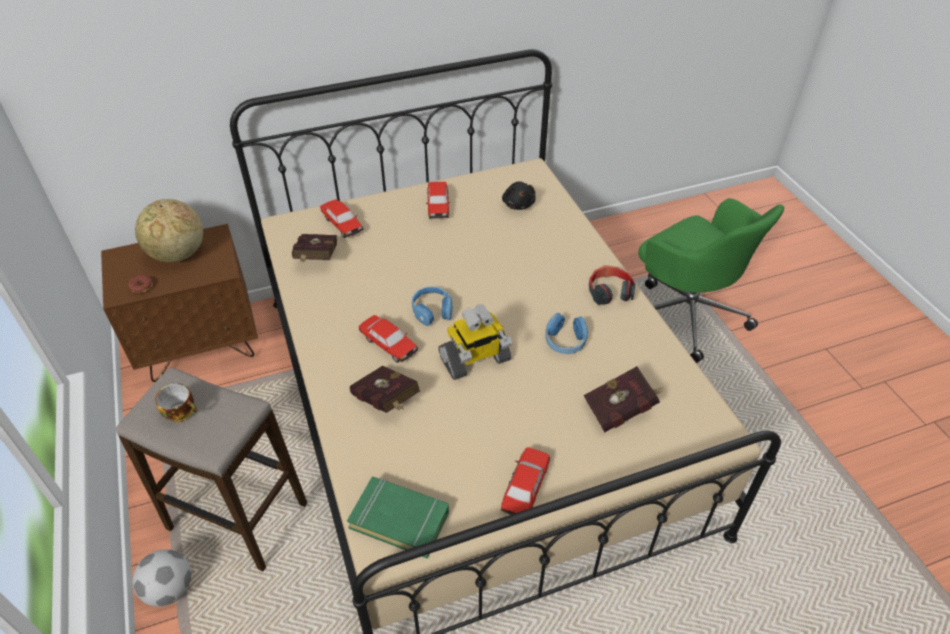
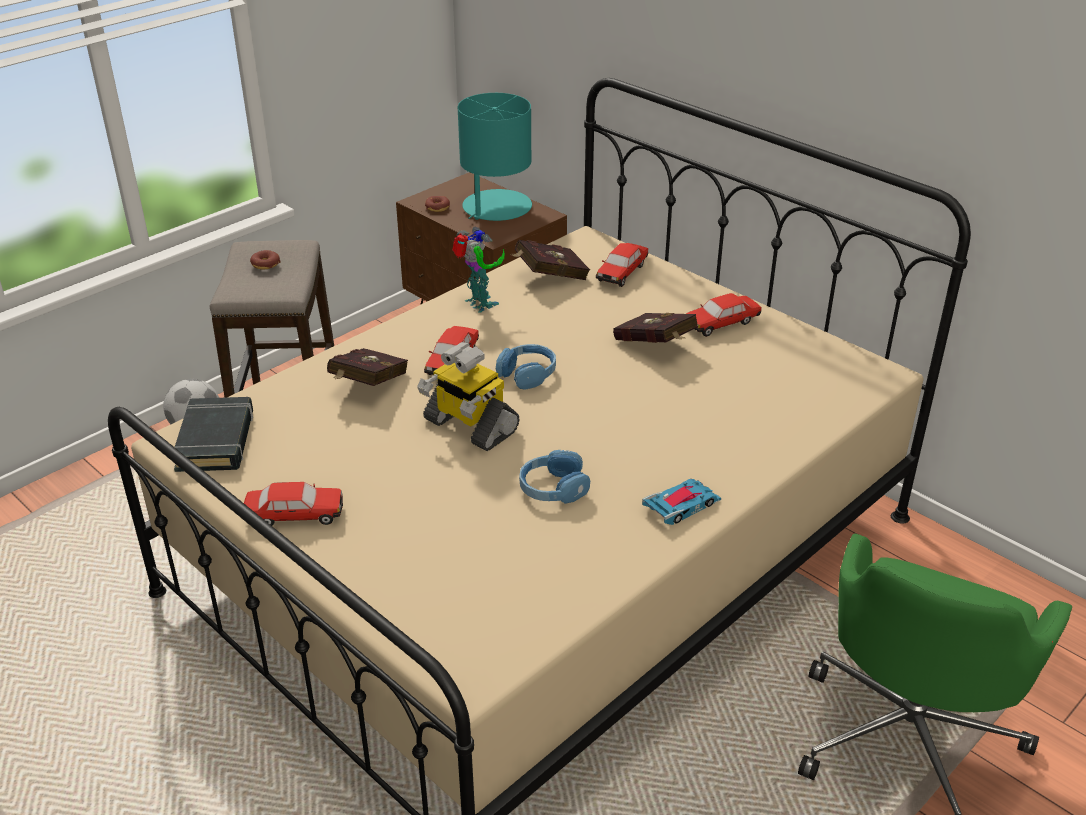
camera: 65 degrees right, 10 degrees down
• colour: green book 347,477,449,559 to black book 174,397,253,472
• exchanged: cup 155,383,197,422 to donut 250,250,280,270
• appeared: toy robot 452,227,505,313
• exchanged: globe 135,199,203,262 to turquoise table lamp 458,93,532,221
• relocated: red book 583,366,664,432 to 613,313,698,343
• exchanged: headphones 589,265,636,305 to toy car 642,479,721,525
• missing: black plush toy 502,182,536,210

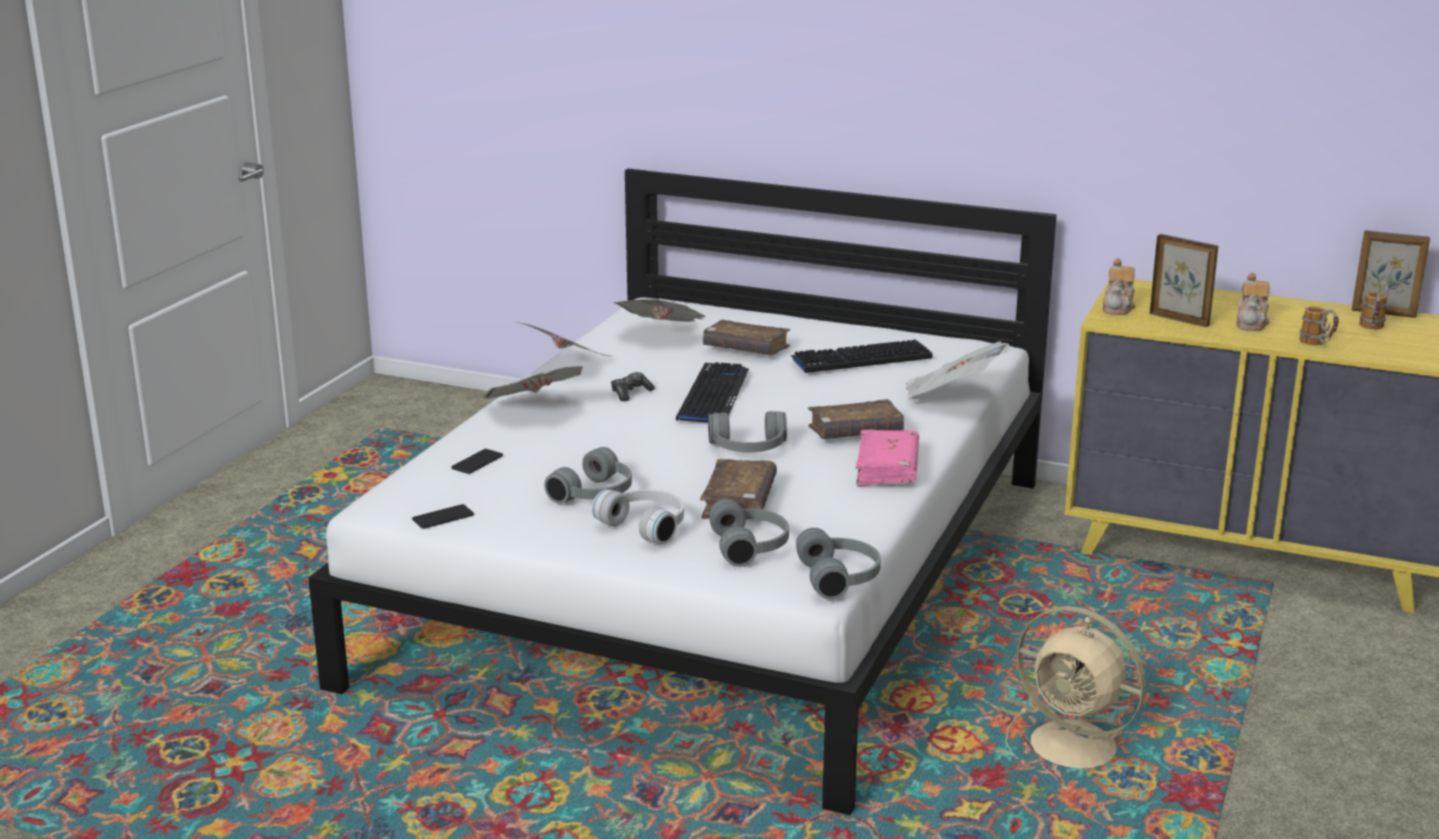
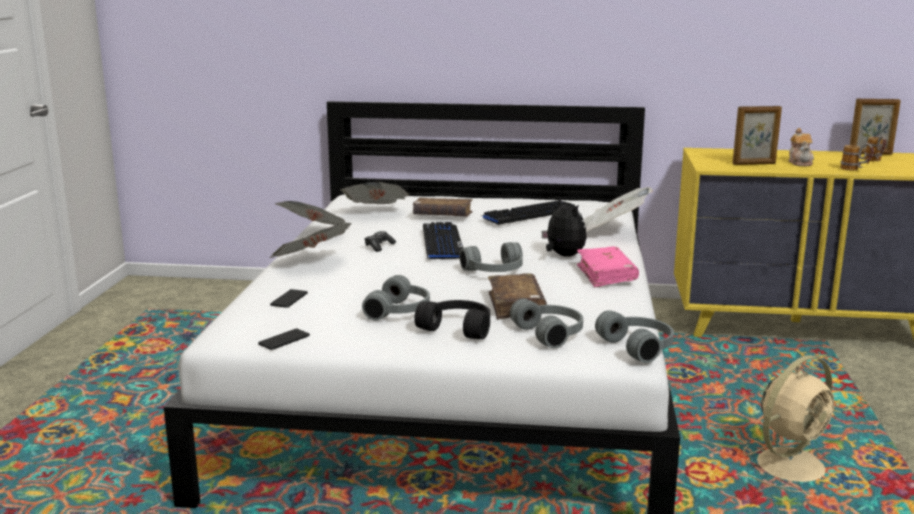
camera: 15 degrees left, 5 degrees down
• colour: white headphones 592,489,684,544 to black headphones 414,300,490,339
• exchanged: brown book 808,399,904,439 to plush toy 542,198,587,257
• spun: picture frame 1150,234,1218,327 = 732,106,782,165 150 degrees clockwise
• spun: beige fan 1005,606,1146,768 = 740,355,834,493 60 degrees counterclockwise
• missing: teapot 1102,258,1135,315

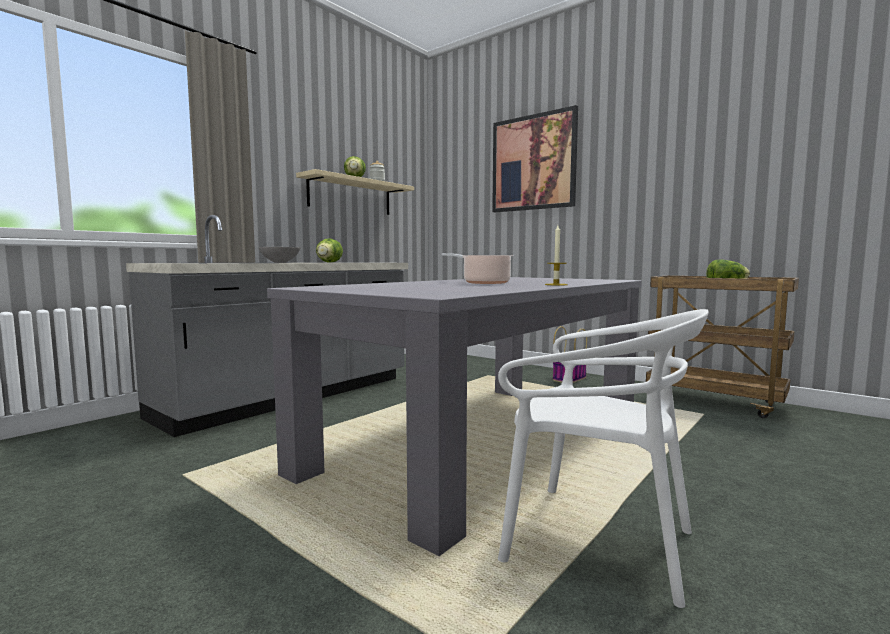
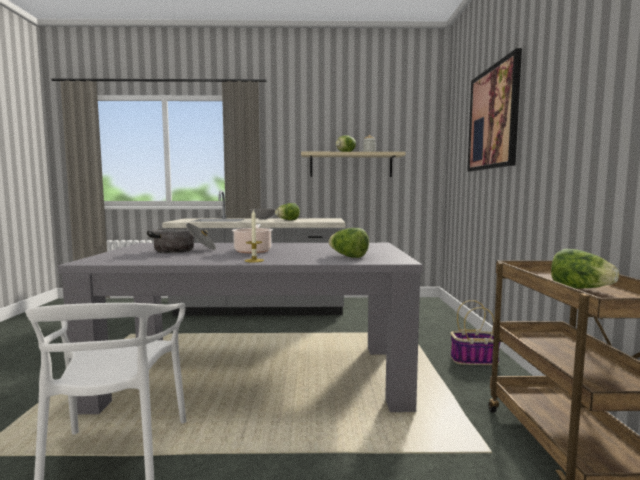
camera: 50 degrees right, 0 degrees up
• appeared: cooking pot 147,223,216,253
• appeared: lettuce 329,228,369,258

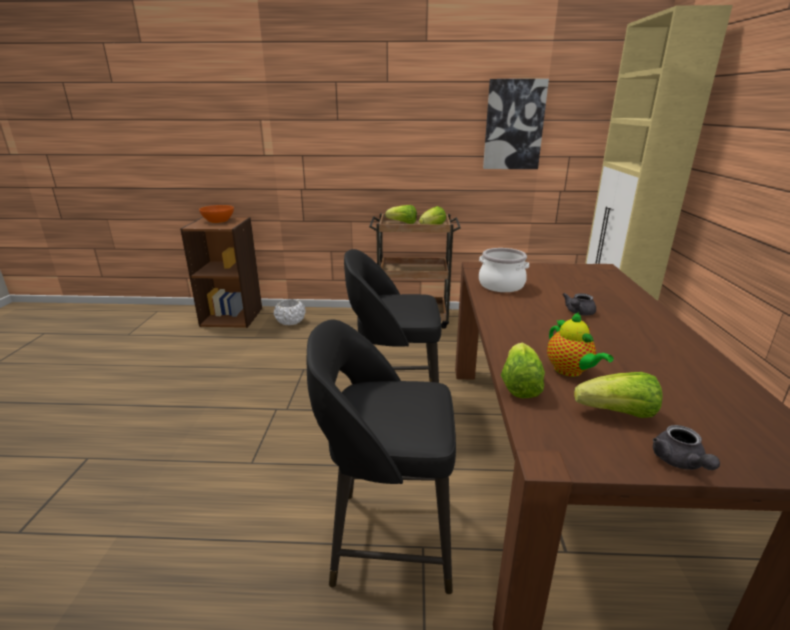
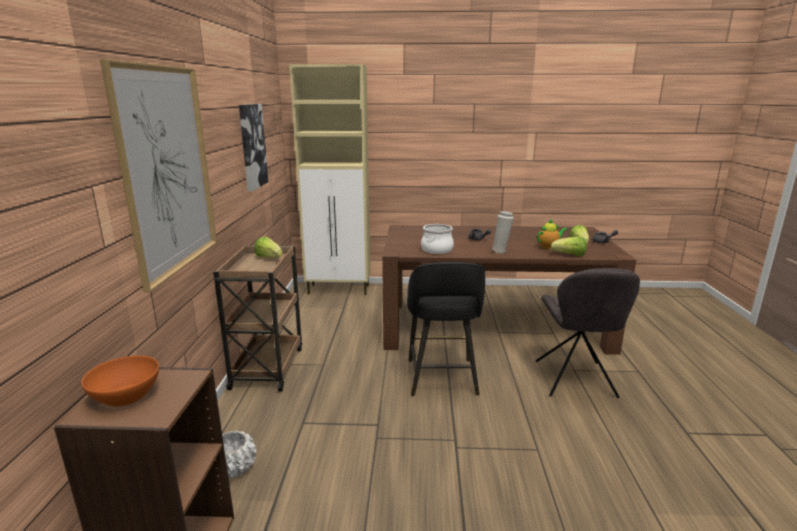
camera: 90 degrees left, 5 degrees down
• appeared: picture 100,59,217,292
• appeared: white vase 491,211,514,254
• exchanged: black stool 307,319,456,594 to grey chair 536,268,640,398
• missing: lettuce 385,205,417,224

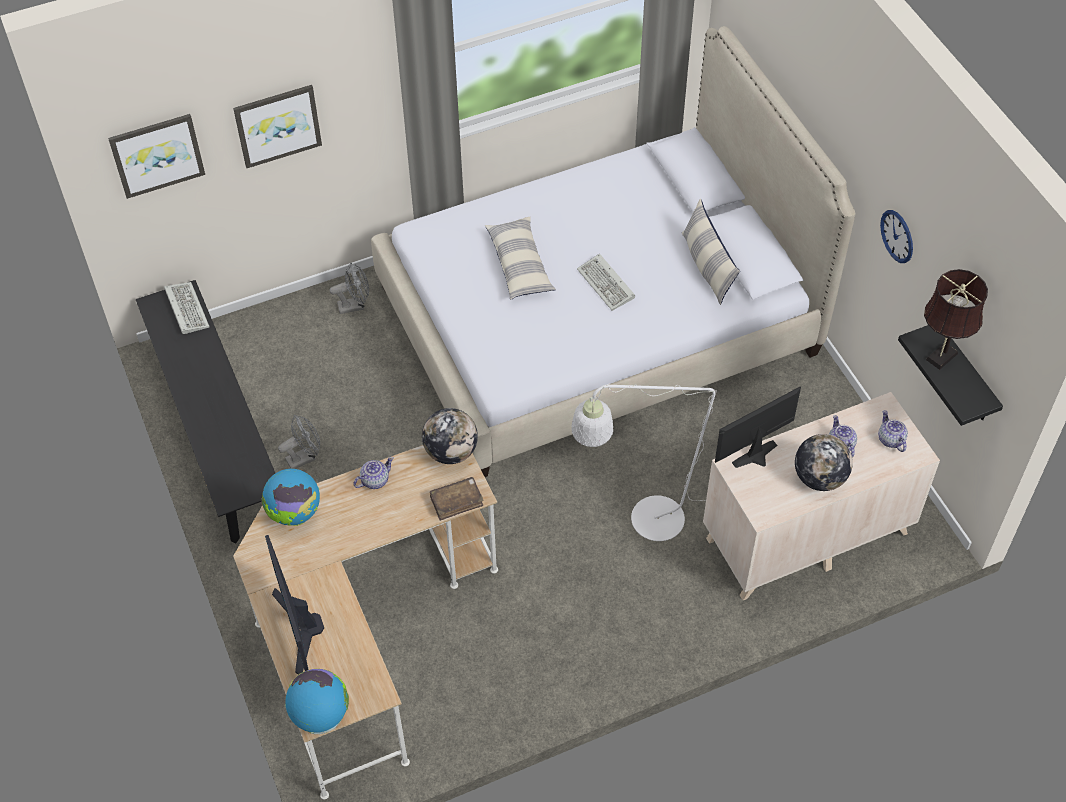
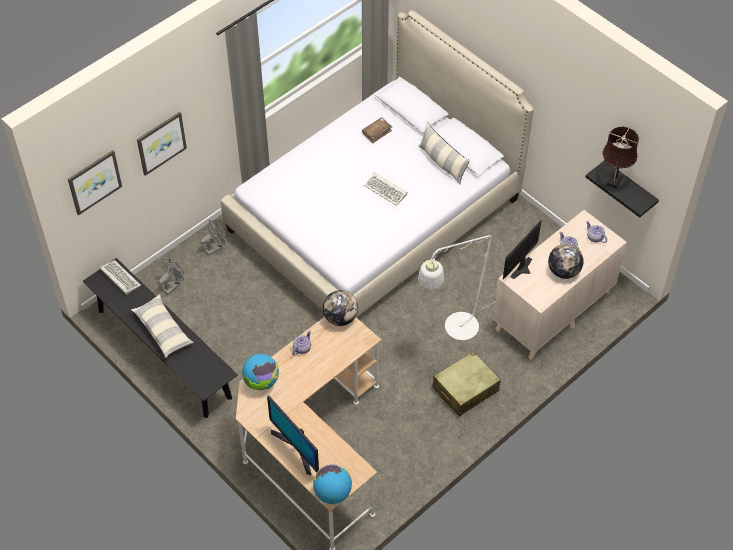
camera: 20 degrees left, 0 degrees up
• relocated: pillow 485,217,556,300 to 131,295,194,358
• relocated: grey fan 278,415,320,469 to 158,259,184,295
• relocated: brown book 430,477,484,521 to 362,118,392,143
• appeared: beige suitcase 432,351,501,416
• missing: wall clock 880,210,913,263

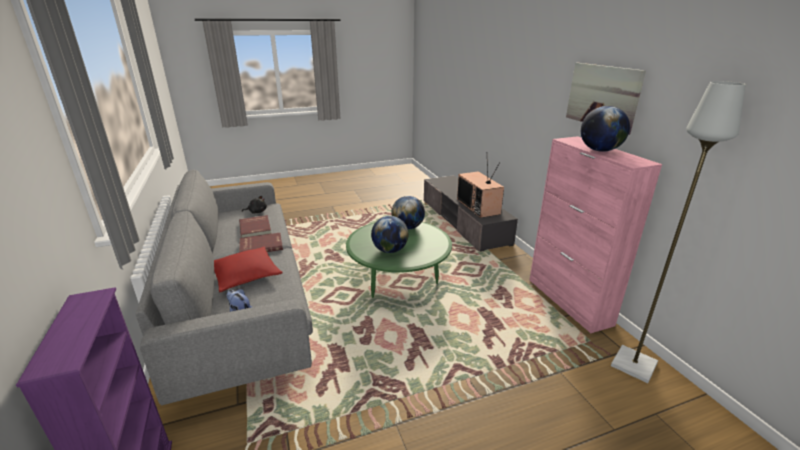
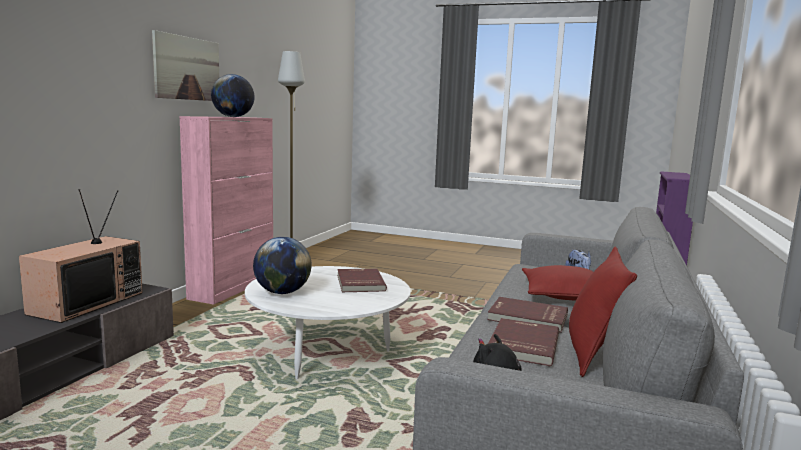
camera: 140 degrees left, 15 degrees down
• colour: green coffee table 346,222,452,298 to white coffee table 245,266,411,379
• exchanged: globe 371,216,408,253 to red book 337,269,387,292
• appeared: red pillow 569,247,637,377

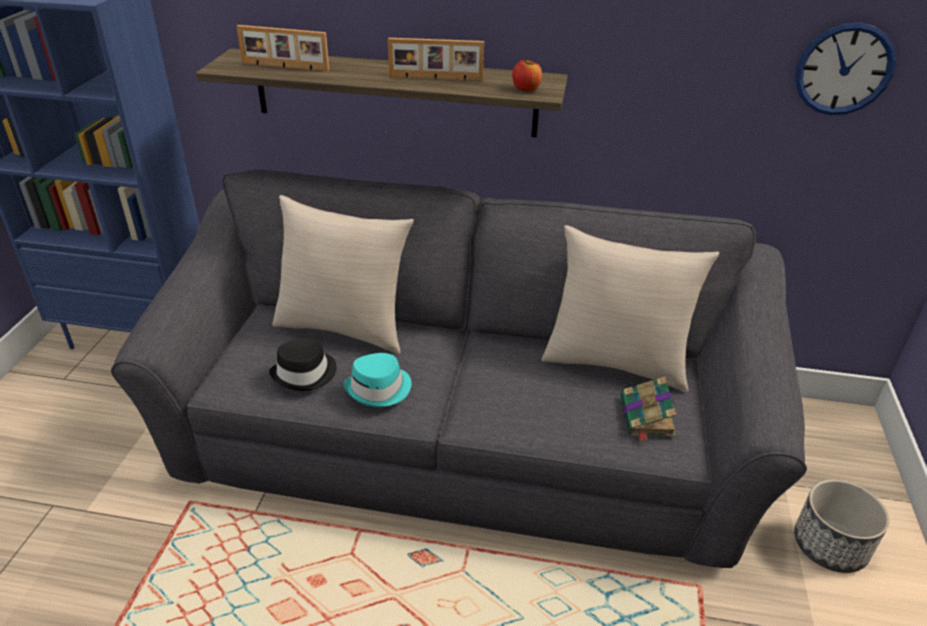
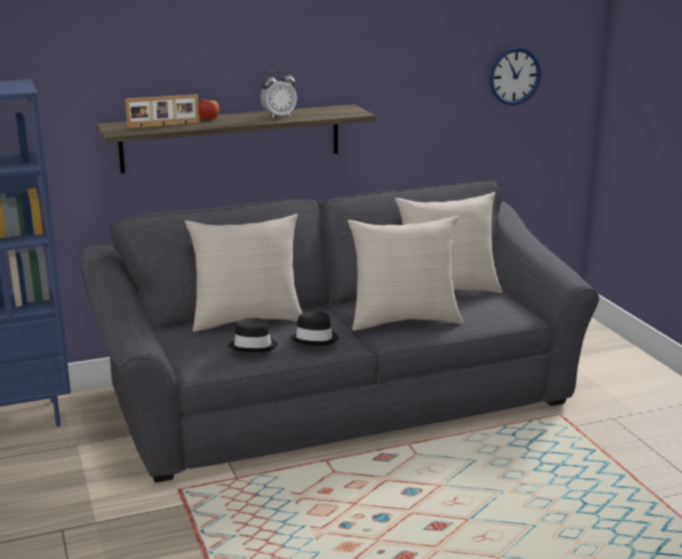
camera: 30 degrees left, 15 degrees down
• relocated: apple 512,59,542,91 to 198,98,219,120
• exchanged: picture frame 388,38,484,81 to alarm clock 260,69,297,119
• colour: turquoise hat 343,353,411,407 to black hat 290,311,339,345
• appeared: beige pillow 347,215,463,331
• missing: book 621,377,677,442
• missing: planter 794,479,889,573

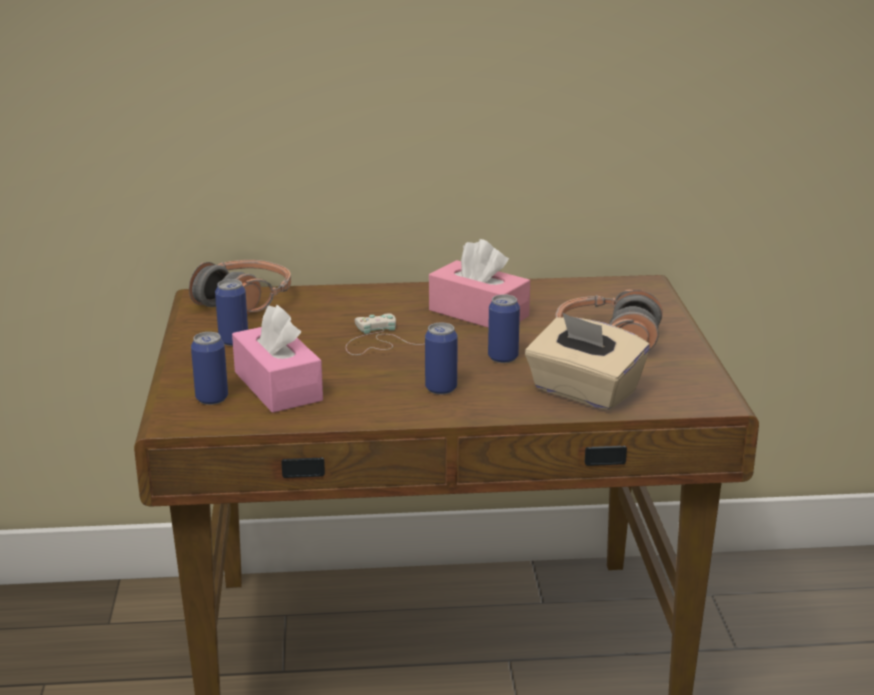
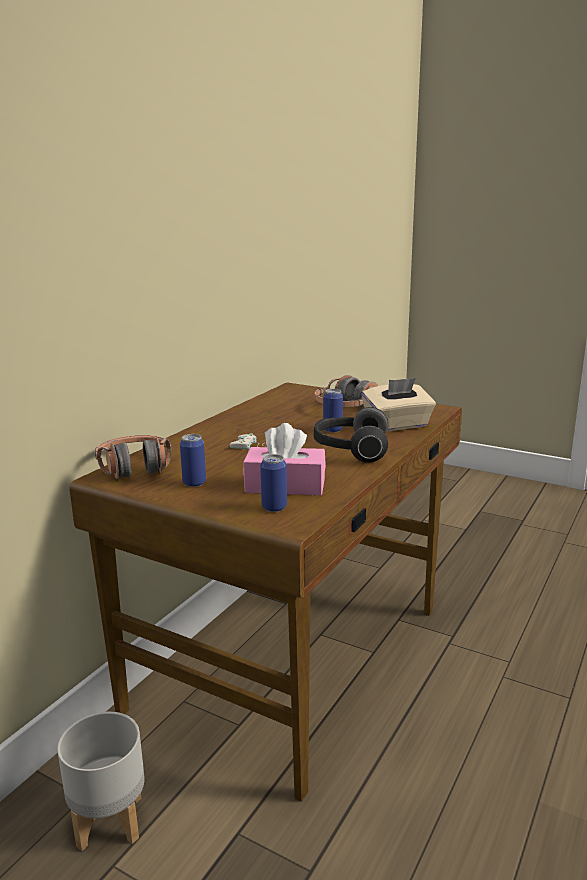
camera: 55 degrees left, 5 degrees down
• appeared: grey planter 57,712,144,851
• exchanged: can 425,322,458,394 to headphones 314,407,388,463
• missing: pink tissue box 429,239,530,328

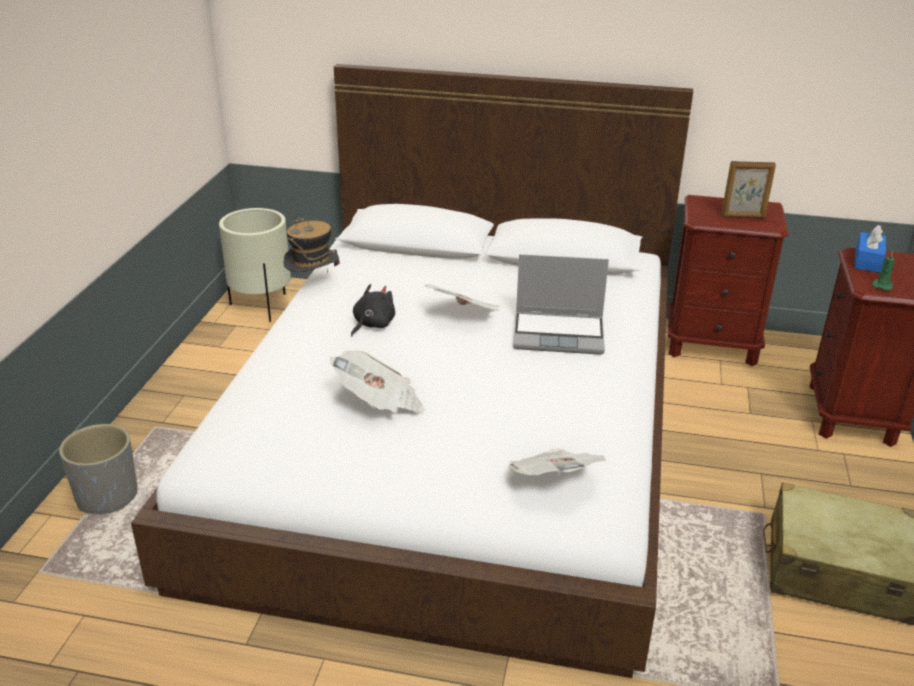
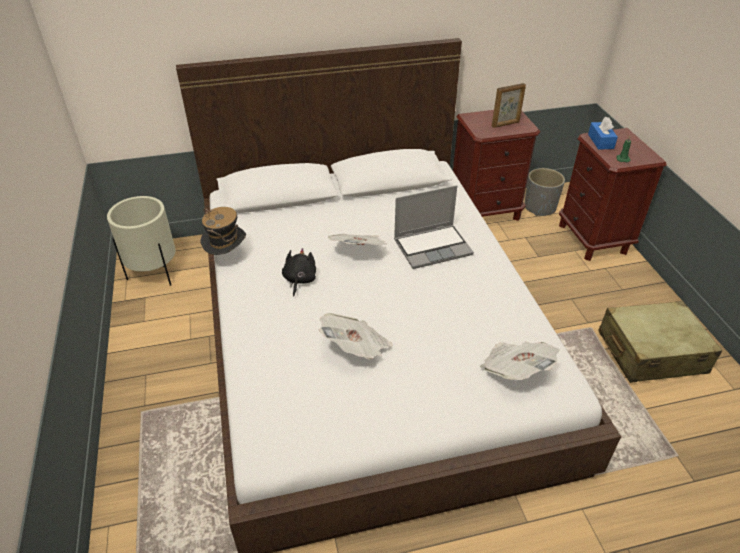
camera: 25 degrees left, 10 degrees up
• relocated: grey planter 59,424,138,514 to 524,168,565,216

